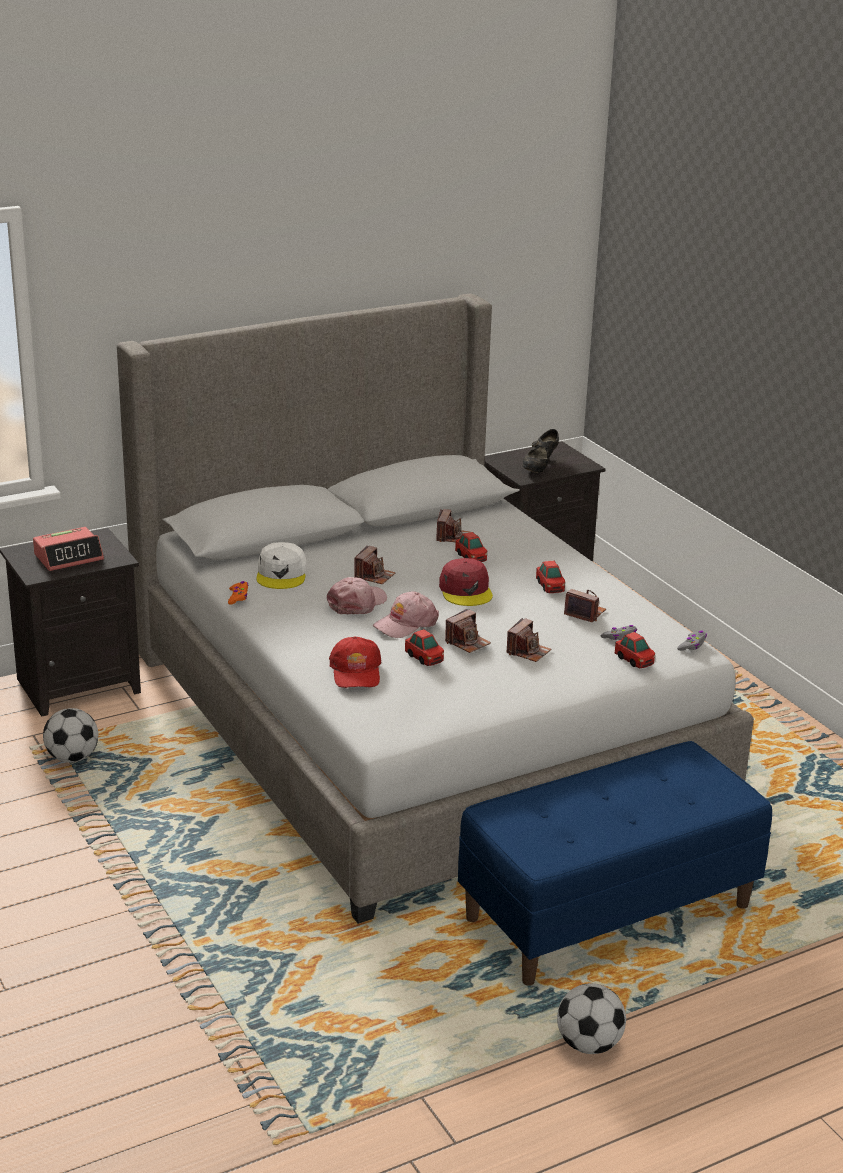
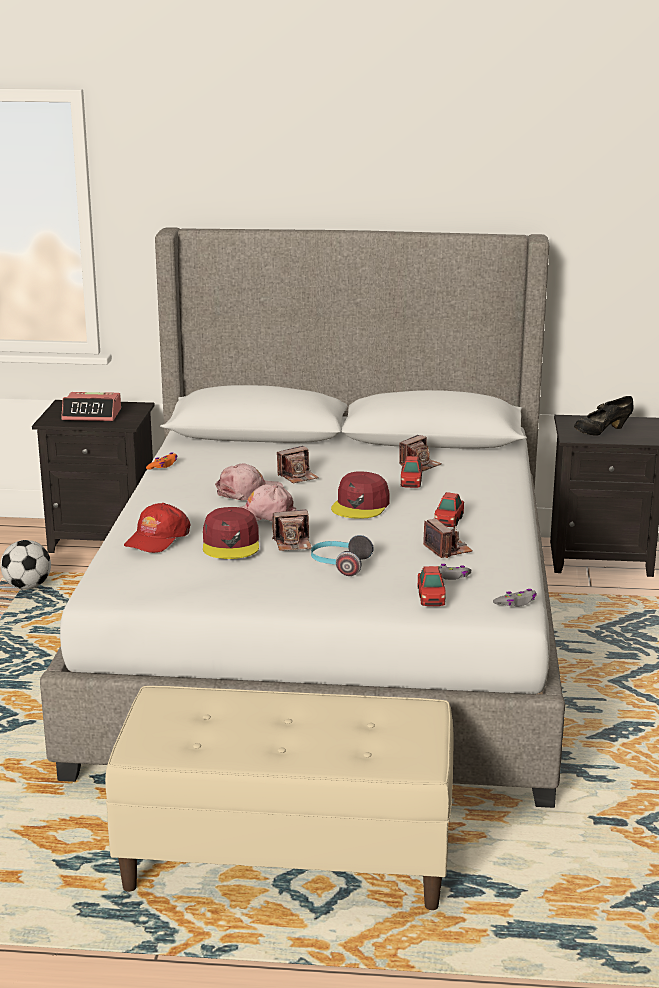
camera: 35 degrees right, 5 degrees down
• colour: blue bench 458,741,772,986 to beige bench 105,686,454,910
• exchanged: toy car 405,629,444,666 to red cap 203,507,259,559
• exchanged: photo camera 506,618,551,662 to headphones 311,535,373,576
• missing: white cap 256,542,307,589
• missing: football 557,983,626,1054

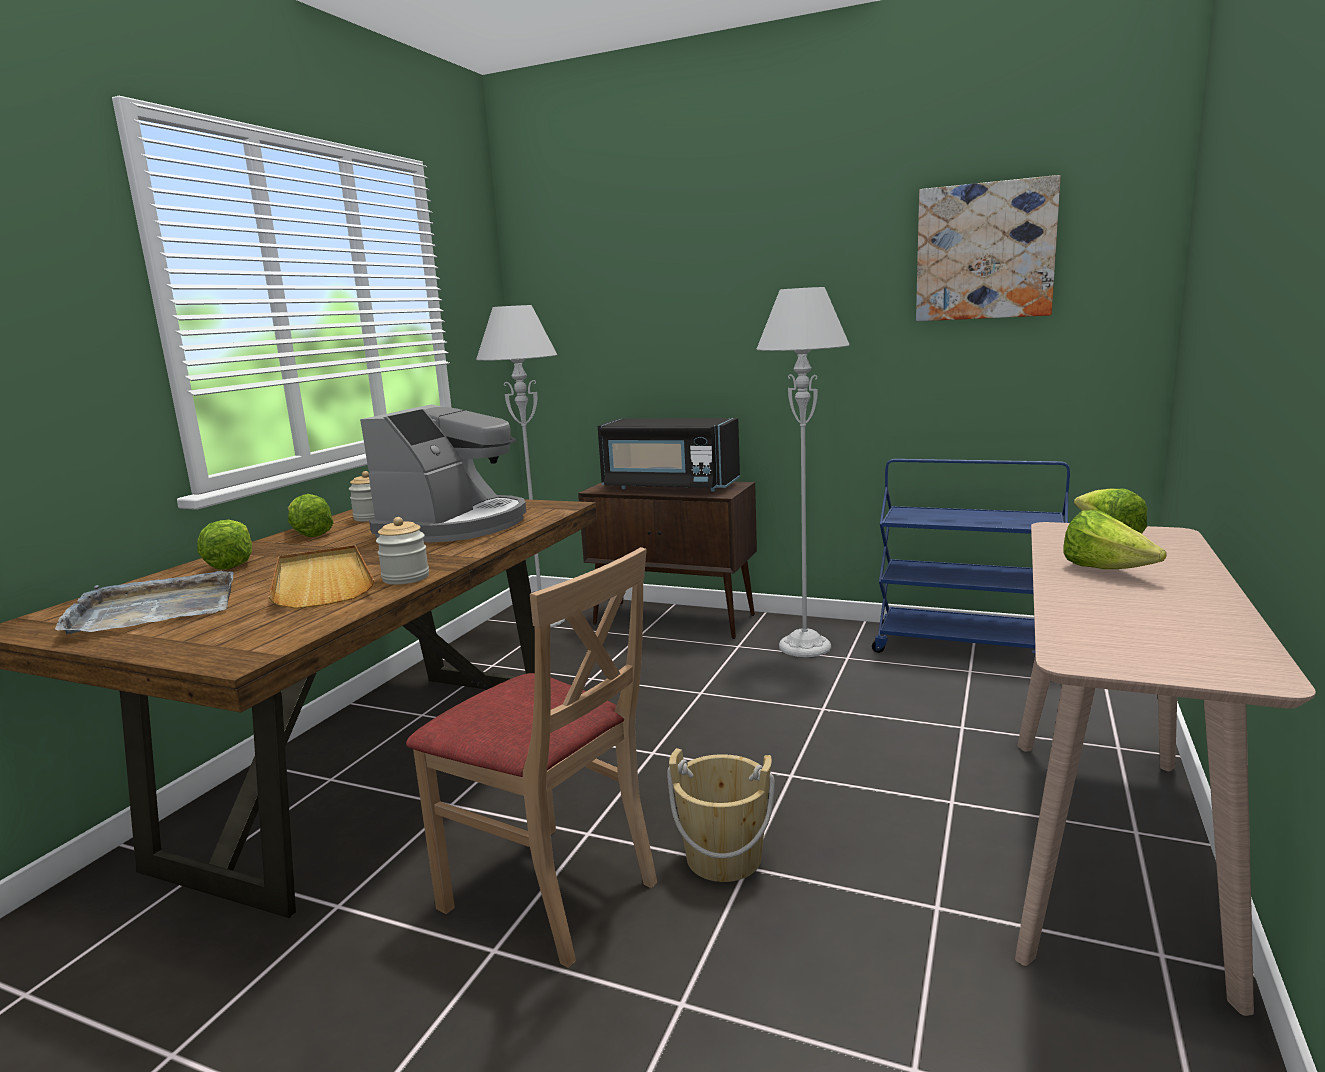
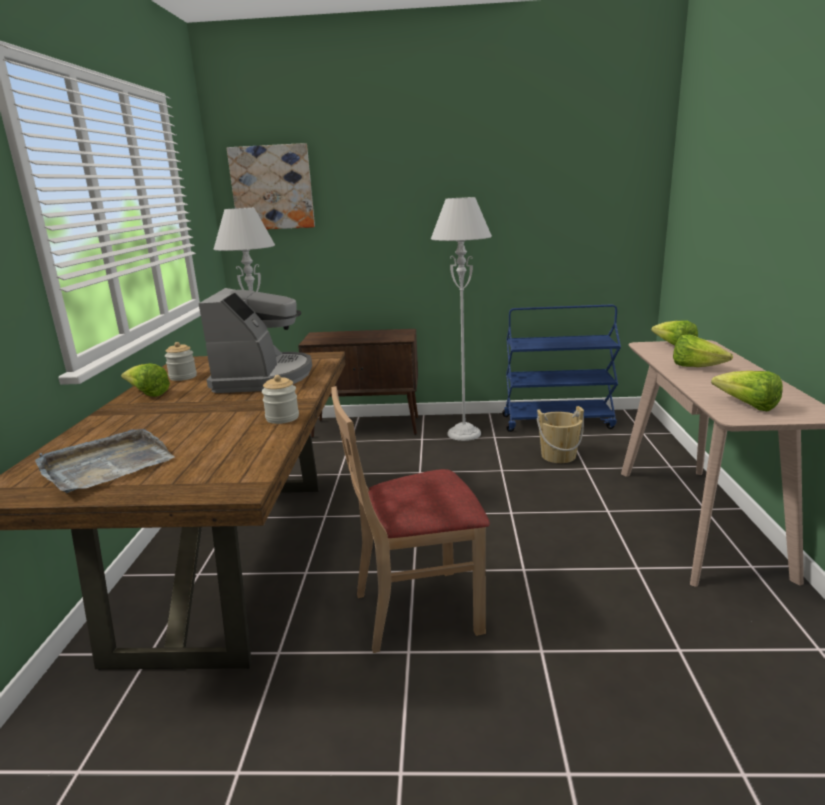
camera: 20 degrees left, 5 degrees up
• relocated: picture 916,175,1061,321 to 227,143,315,229
• spun: beige chair 406,547,657,968 = 331,386,490,653 150 degrees clockwise
• relocated: beige bucket 667,748,775,882 to 537,406,584,463
• relocated: lettuce 197,520,253,569 to 711,371,783,411
• missing: beige tray 269,545,374,609
• missing: black microwave 598,418,740,492

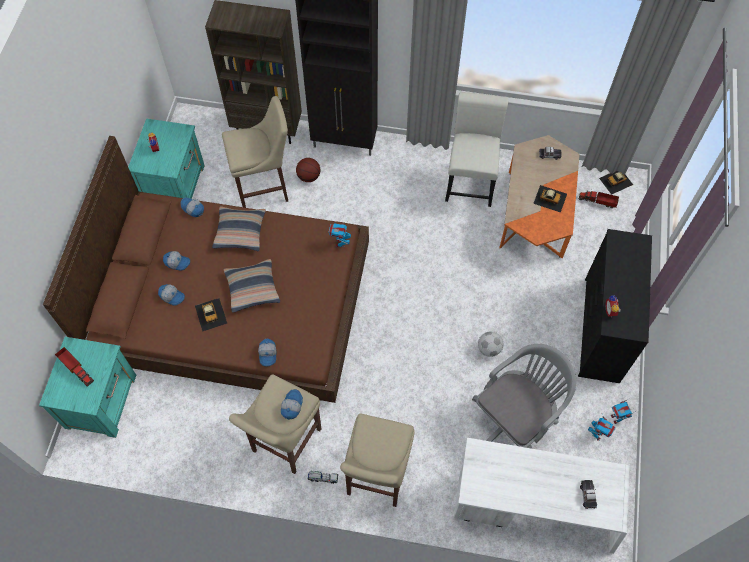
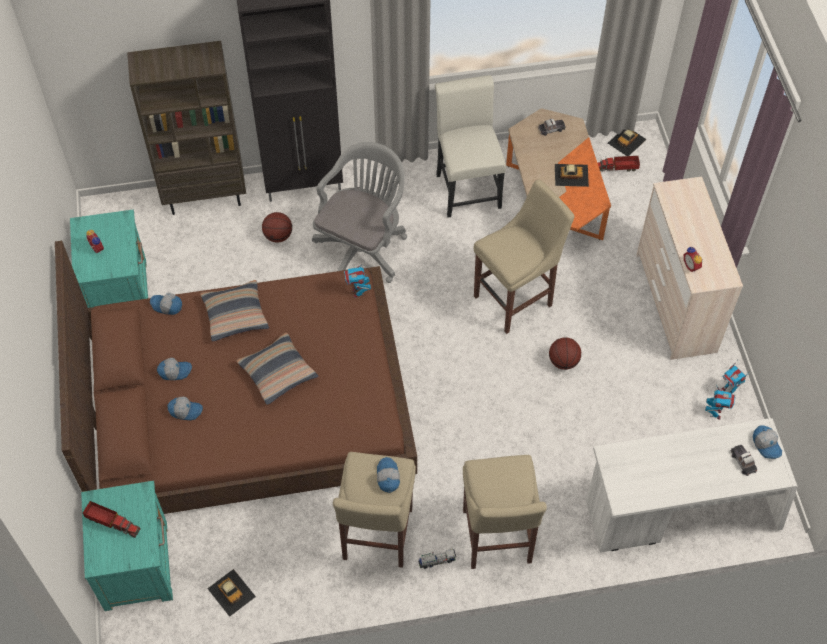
camera: 20 degrees left, 5 degrees down
• relocated: toy car 195,298,227,332 to 207,569,256,617
• relocated: grey office chair 472,344,576,449 to 312,142,407,283
• relocated: beige stool 222,96,288,208 to 473,180,574,334
• exchanged: football 478,331,504,357 to basketball 549,337,581,370
• colour: black dresser 578,229,652,383 to beige dresser 637,176,743,360
• relocated: cap 258,339,276,367 to 753,425,782,459

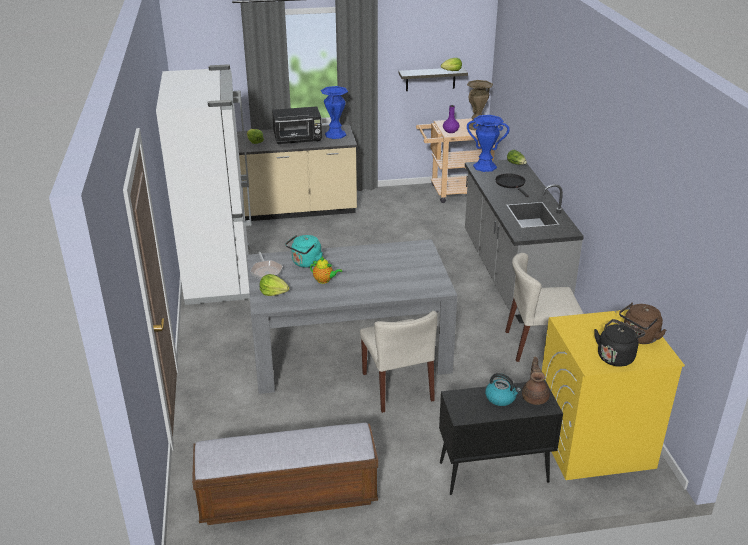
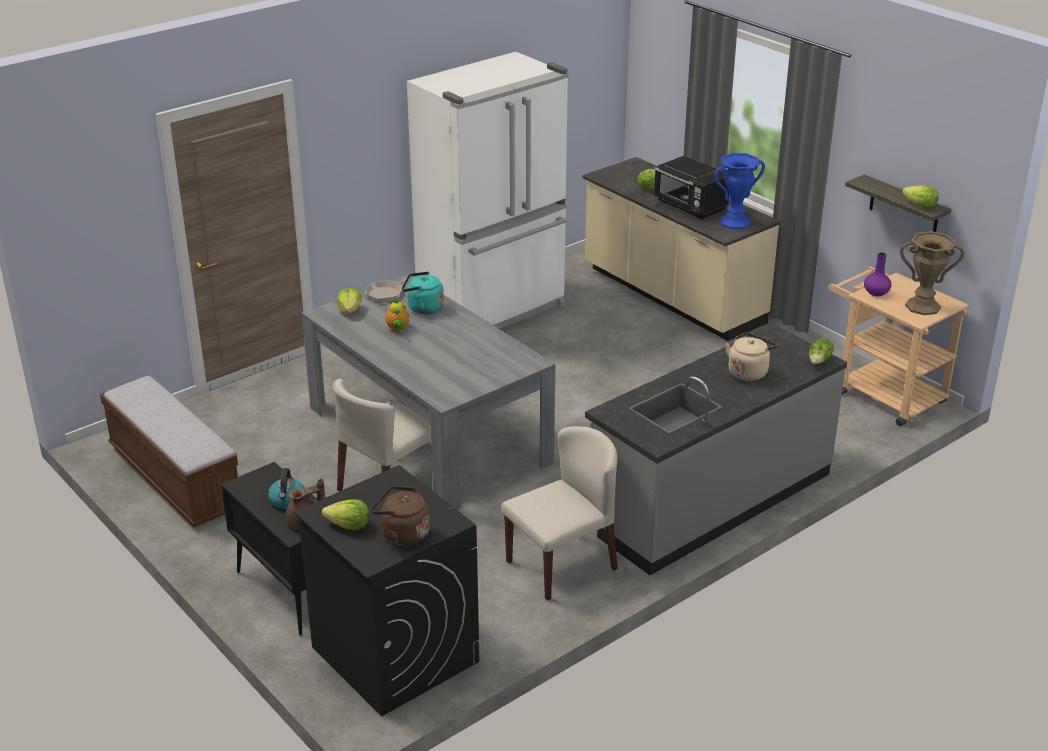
camera: 60 degrees right, 0 degrees up
• colour: yellow washing machine 542,310,685,480 to black washing machine 294,465,479,716
• exchanged: black kettle 594,319,645,367 to lettuce 322,500,369,531
• spun: beige chair 505,253,584,362 = 501,426,618,601 90 degrees clockwise
• exchanged: black frying pan 495,173,529,197 to beige kettle 725,333,778,381
• missing: blue vase 467,115,510,172

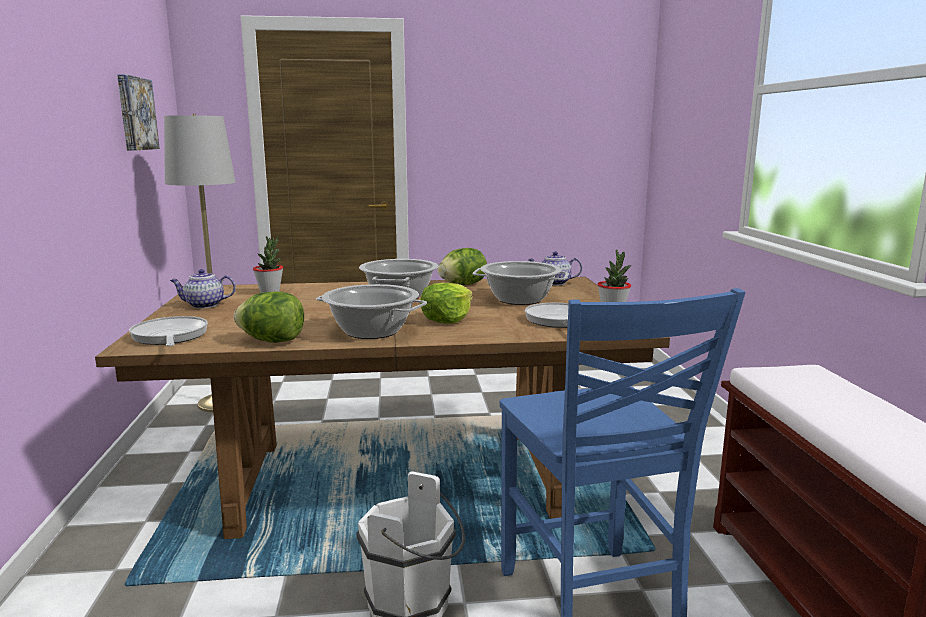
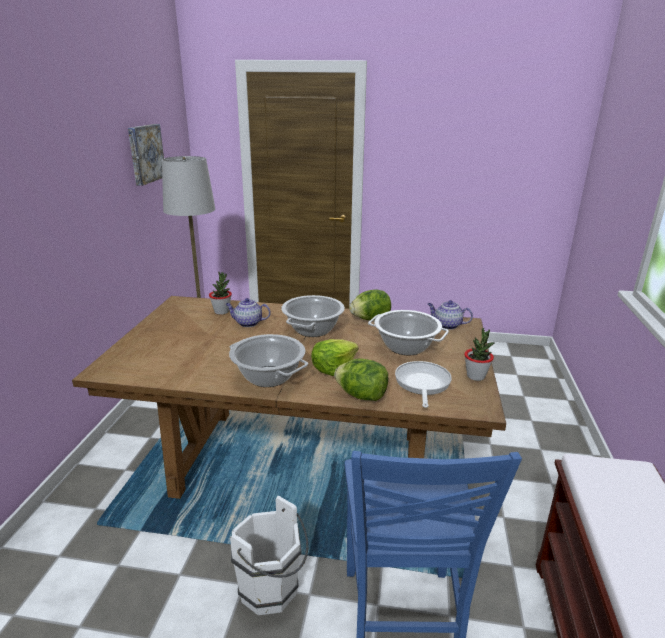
camera: 15 degrees right, 10 degrees up
• relocated: teapot 170,269,236,308 to 225,298,271,327
• relocated: lettuce 234,292,304,343 to 334,358,388,401
• missing: frying pan 129,316,208,347

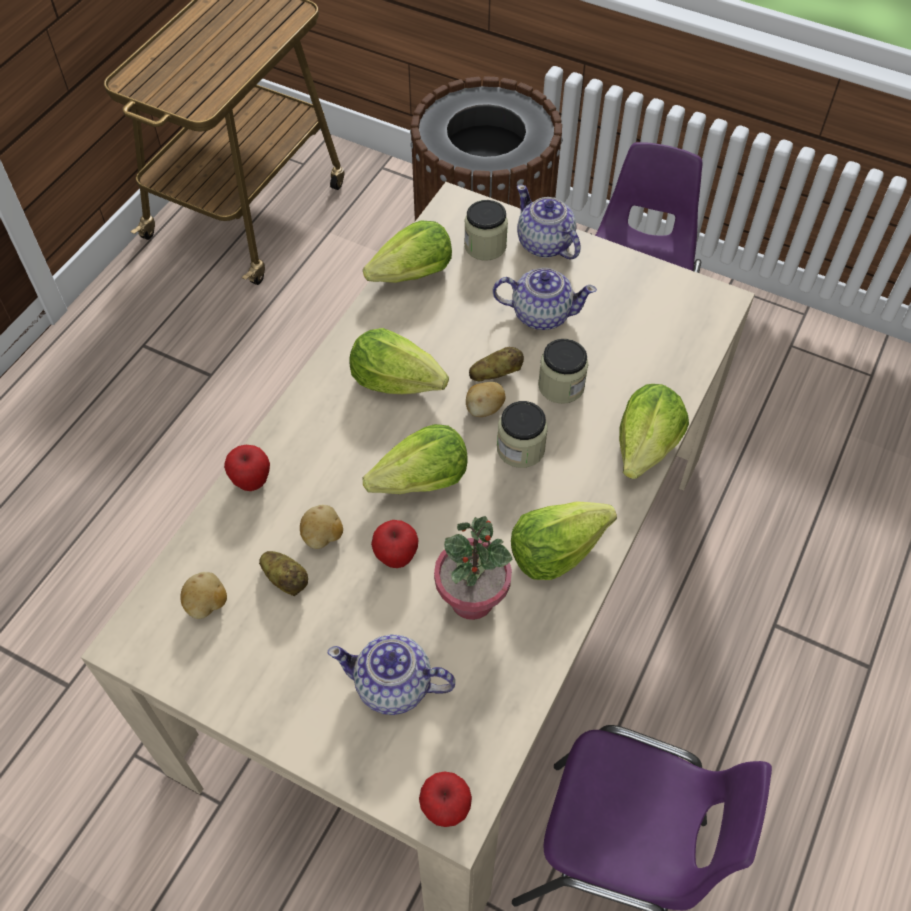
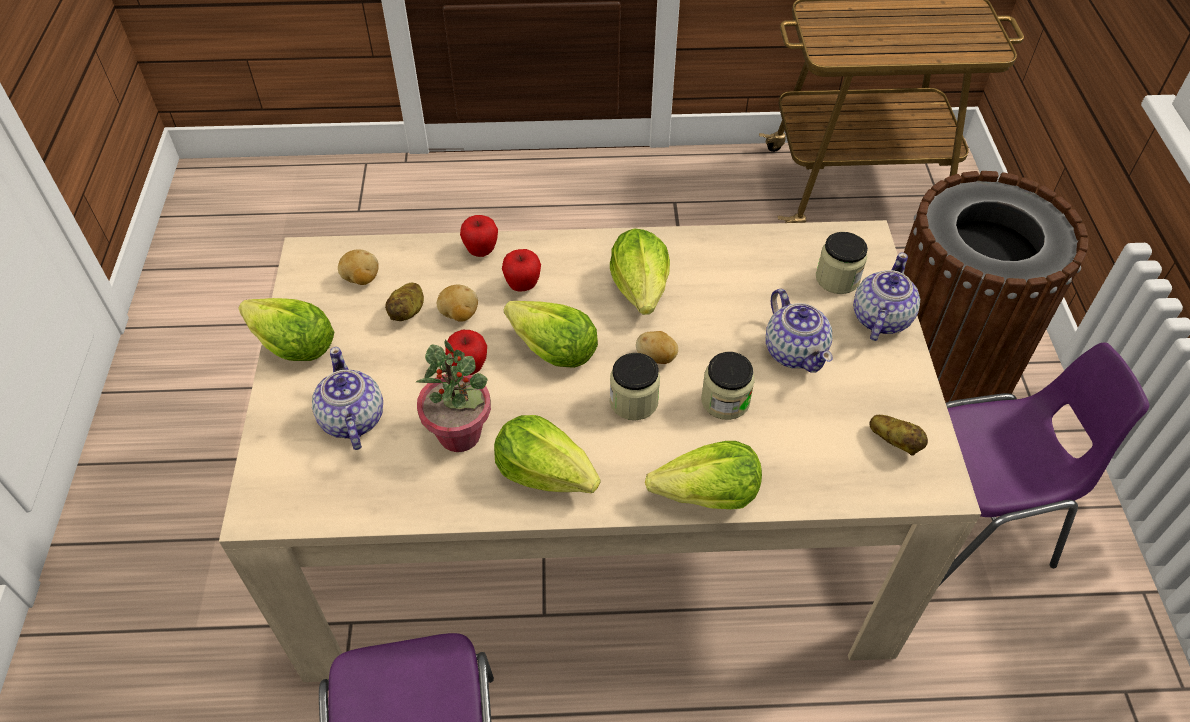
camera: 60 degrees right, 5 degrees down
• relocated: lettuce 363,221,452,283 to 238,298,334,361
• relocated: apple 419,771,472,827 to 502,249,541,291
• relocated: potato 469,347,524,381 to 869,415,928,456

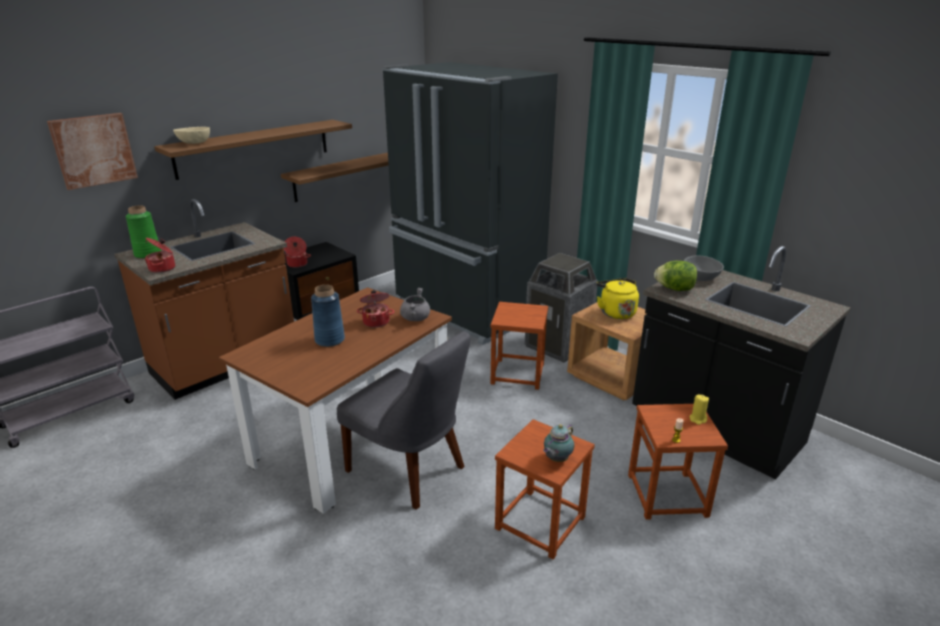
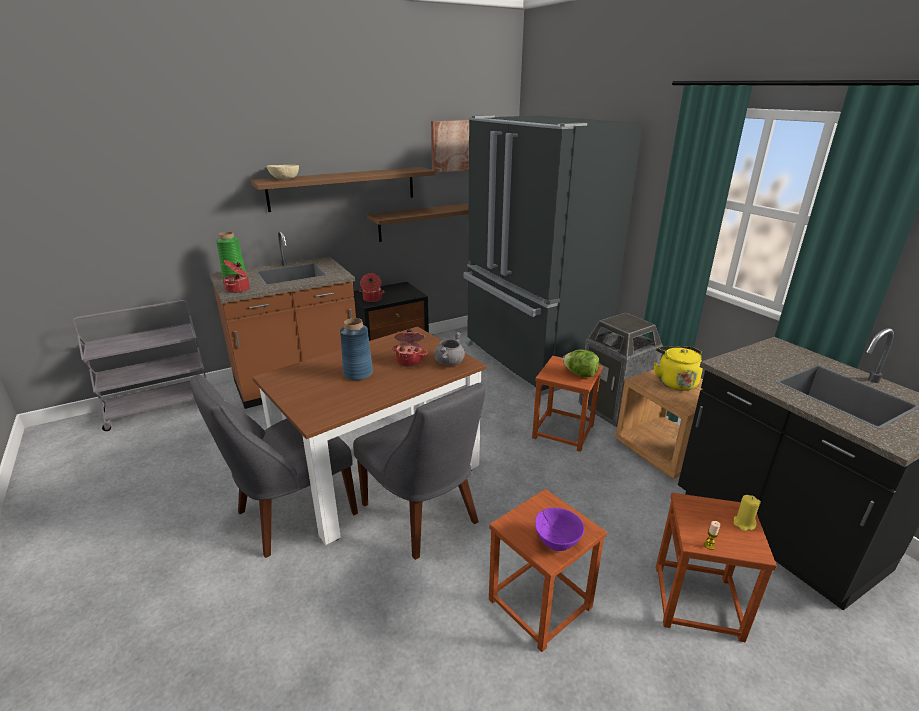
camera: 15 degrees right, 0 degrees up
• appeared: grey chair 190,374,358,558
• relocated: picture 47,113,138,190 to 431,120,469,173
• exchanged: teapot 543,424,574,462 to purple bowl 535,508,584,551
• relocated: lettuce 654,261,697,291 to 563,350,599,377
• missing: grey bowl 684,255,724,281

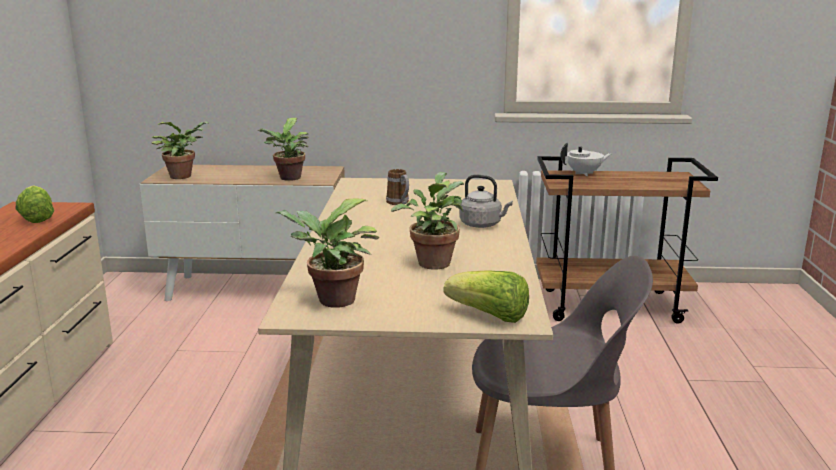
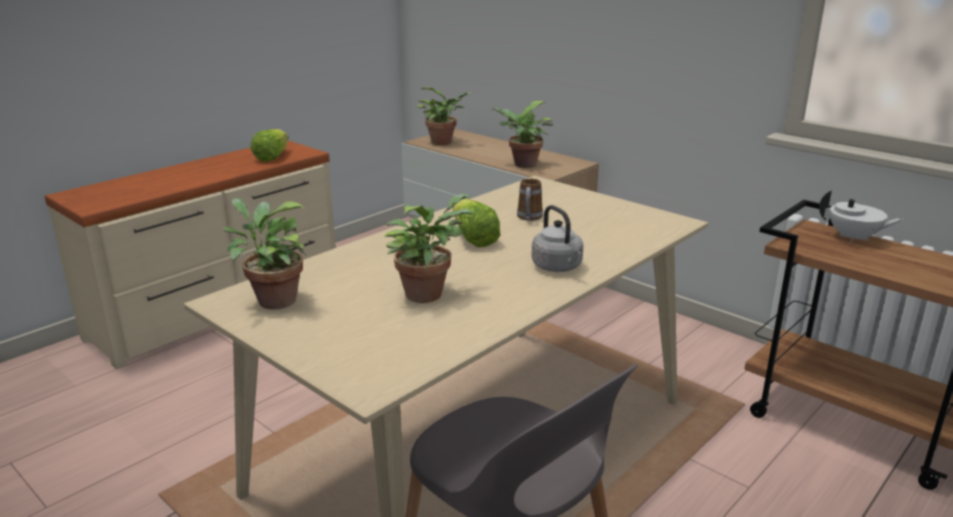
camera: 40 degrees right, 5 degrees up
• relocated: lettuce 444,270,529,323 to 453,199,501,247

